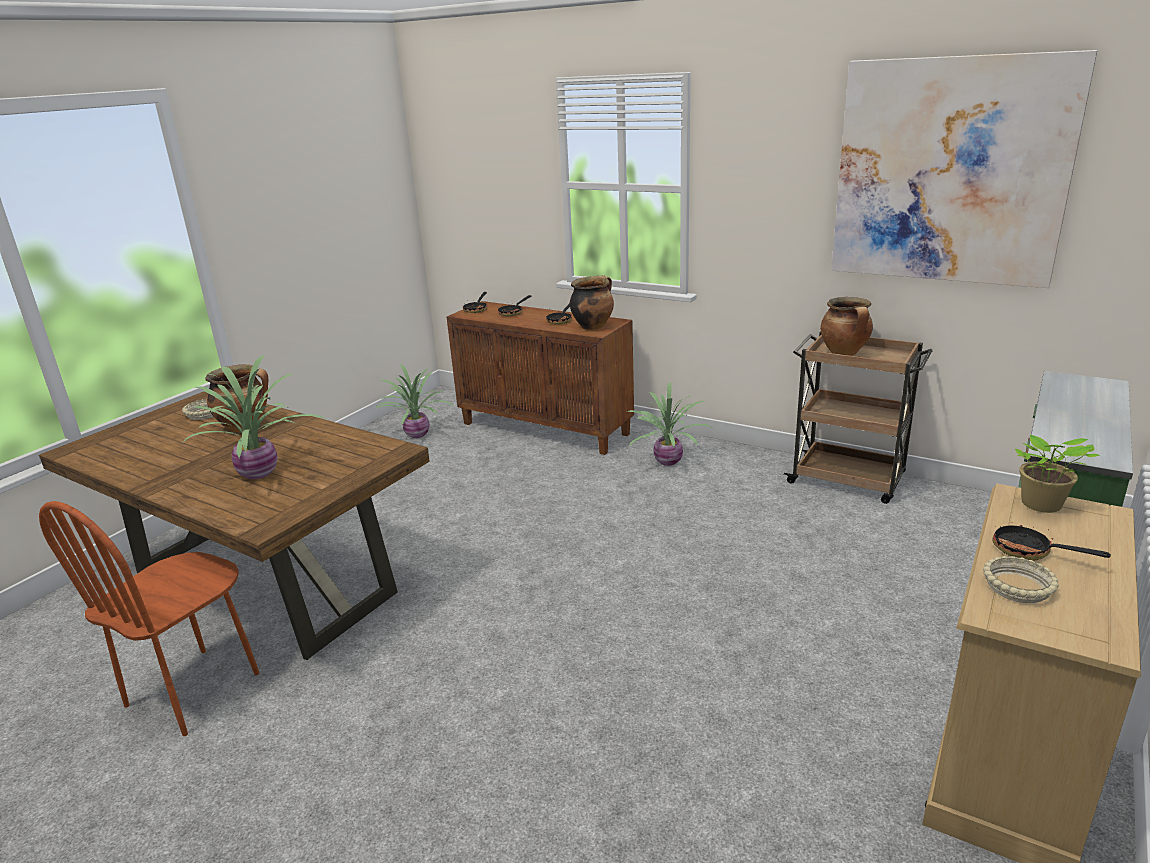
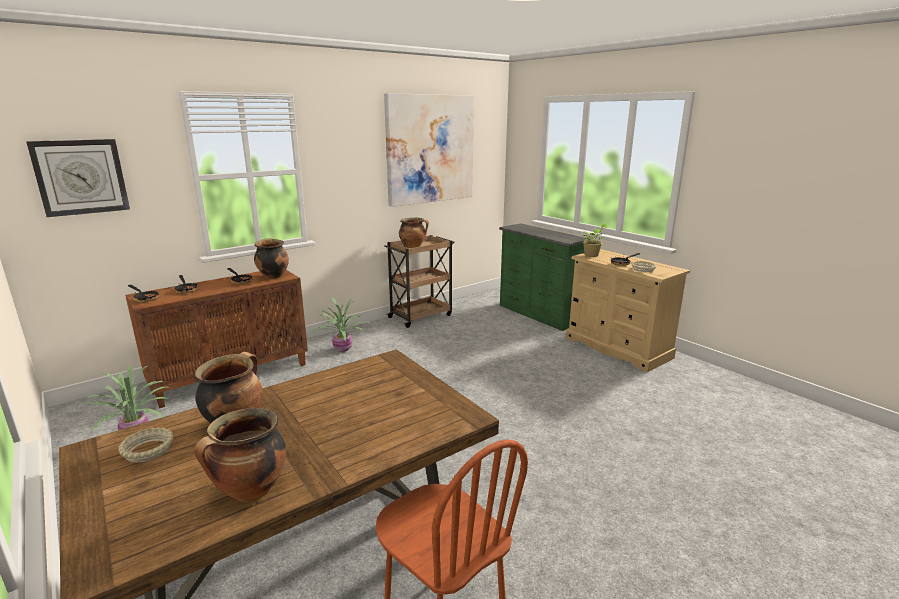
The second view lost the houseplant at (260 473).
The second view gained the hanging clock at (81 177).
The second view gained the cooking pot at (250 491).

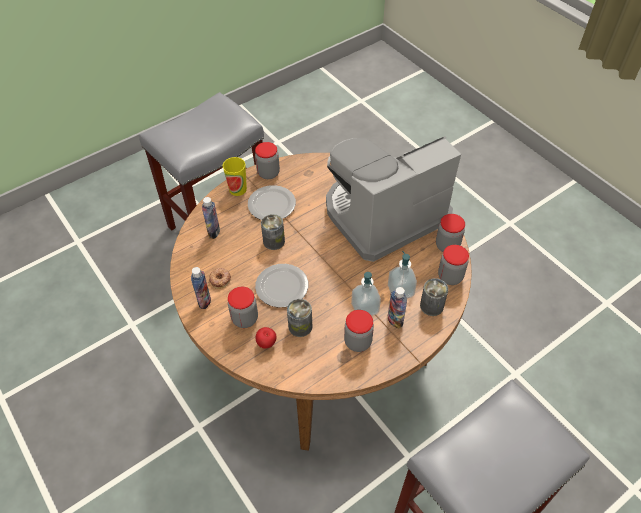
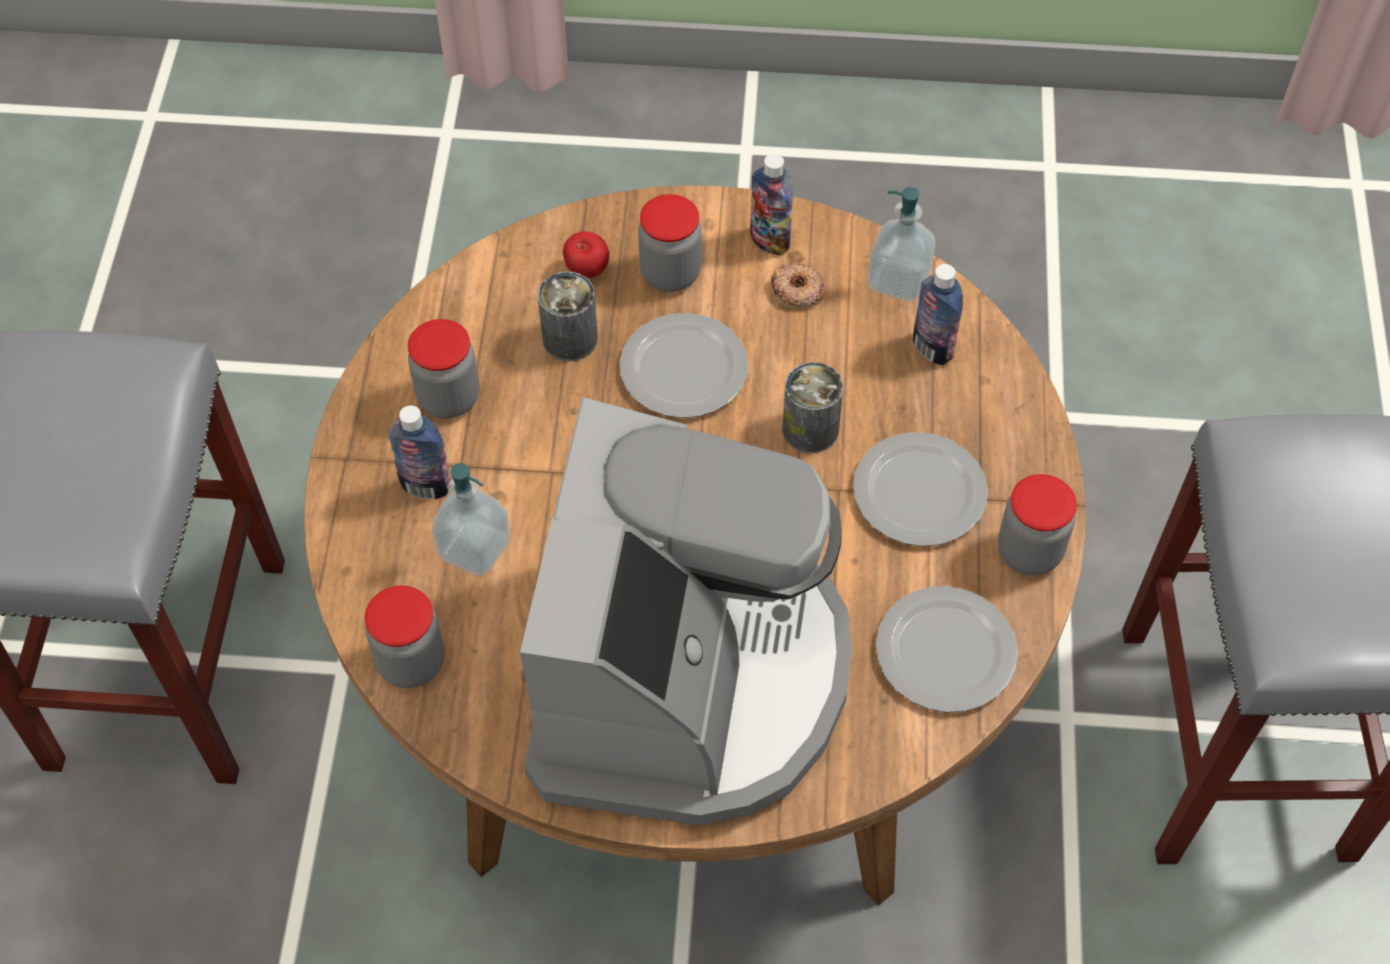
The second view lost the small cup at (237 189).
The liquid soap bottle ended up elsewhere, having gone from (365 308) to (898 280).
The second view lost the metal can at (431 306).
The second view lost the jar at (447 245).
The second view gained the flat dish at (948 651).

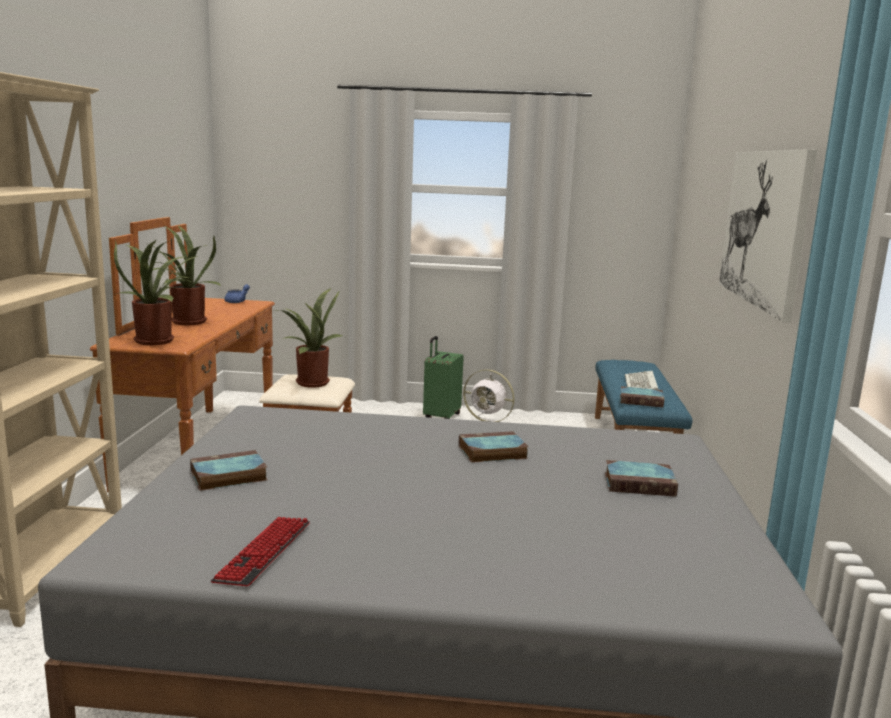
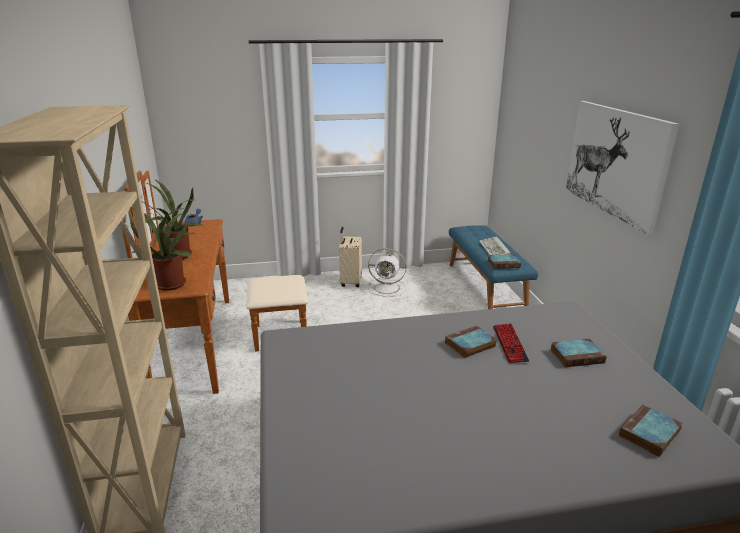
The volume ended up elsewhere, having gone from (227 476) to (649 434).
The PC keyboard ended up elsewhere, having gone from (264 552) to (510 344).
The second view lost the houseplant at (310 382).
What was the greenish travel case at (441 417) turned into the beige travel case at (350 282).

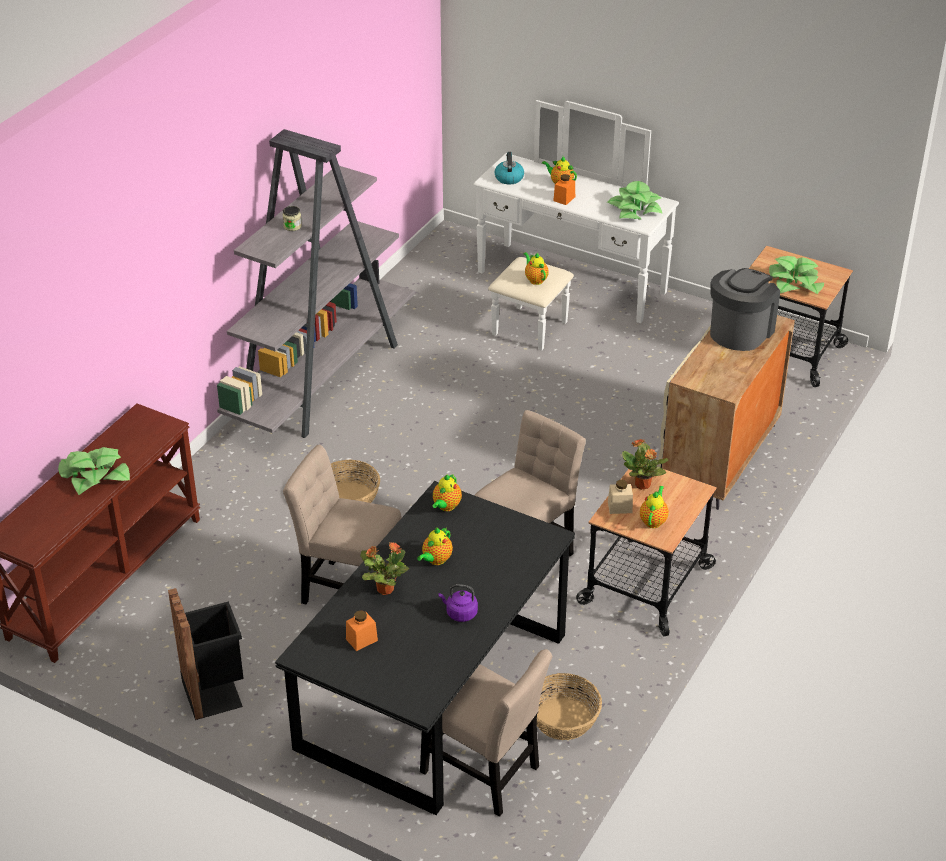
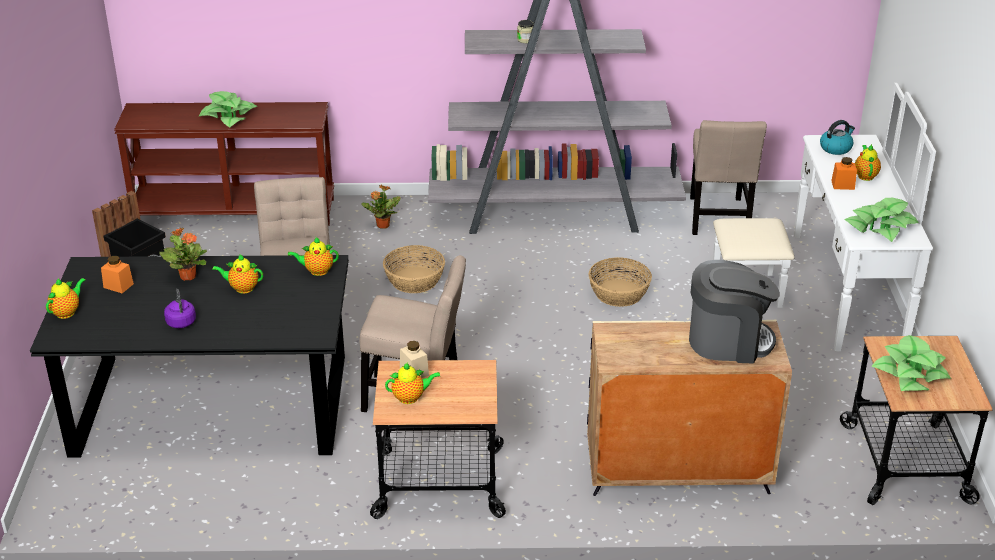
The beige chair ended up elsewhere, having gone from (484 773) to (718 219).
The tea pot ended up elsewhere, having gone from (535 279) to (67 312).
The storage basket ended up elsewhere, having gone from (563 719) to (618 293).
The houseplant ended up elsewhere, having gone from (643 485) to (382 225).

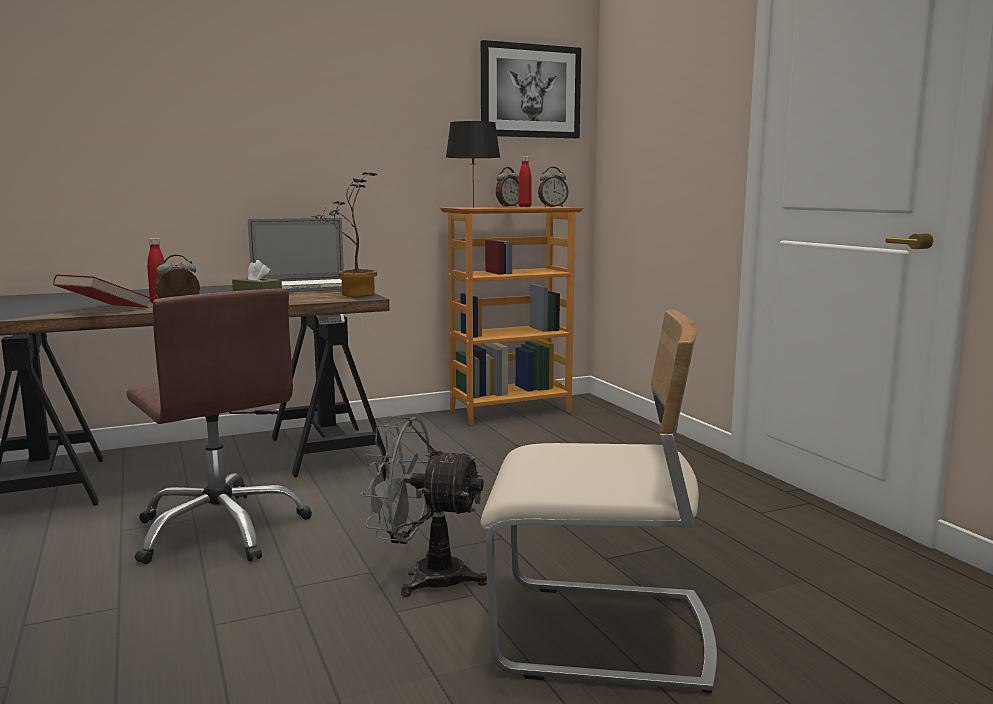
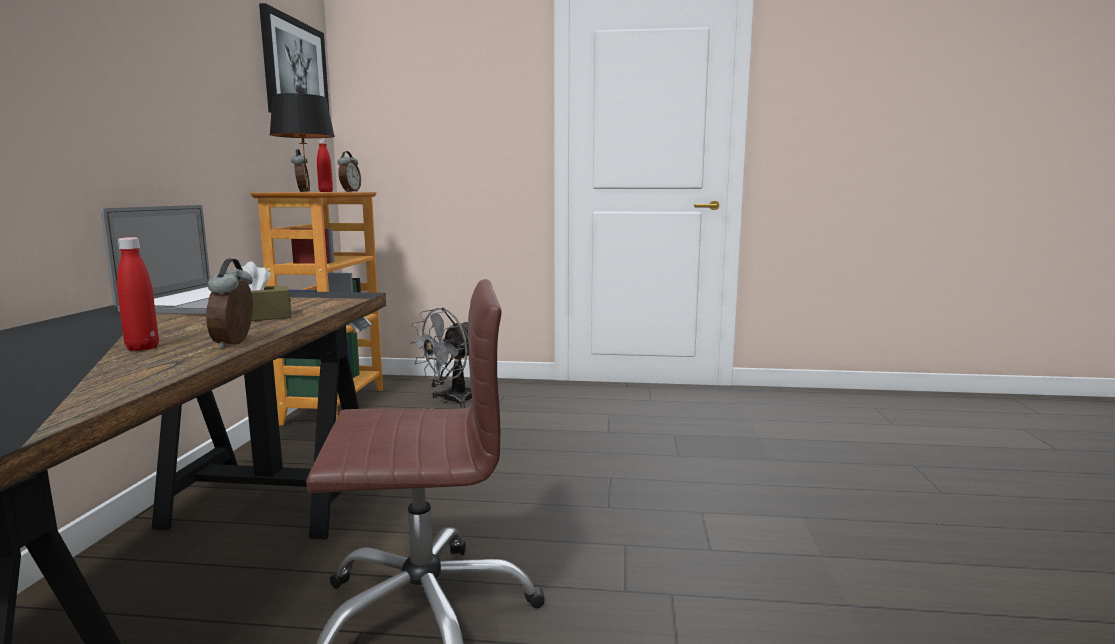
The second view lost the red-coloured volume at (104 310).
The second view lost the houseplant at (353 295).
The greyish cooling fan ended up elsewhere, having gone from (424 577) to (451 401).
The second view lost the beige chair at (601 635).

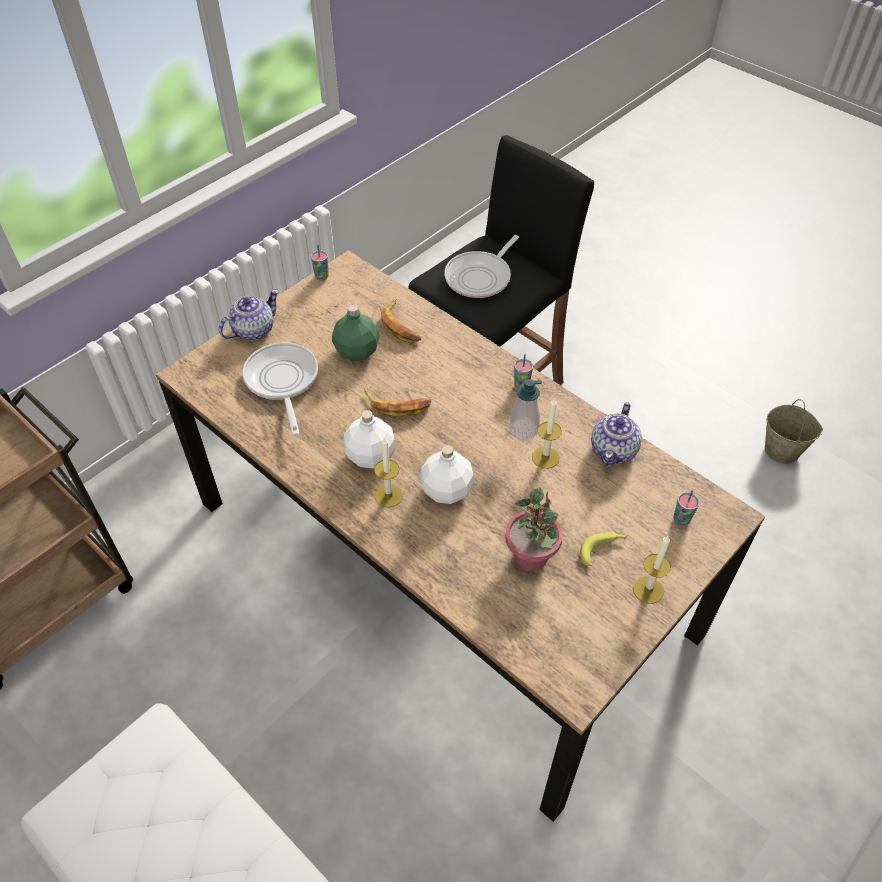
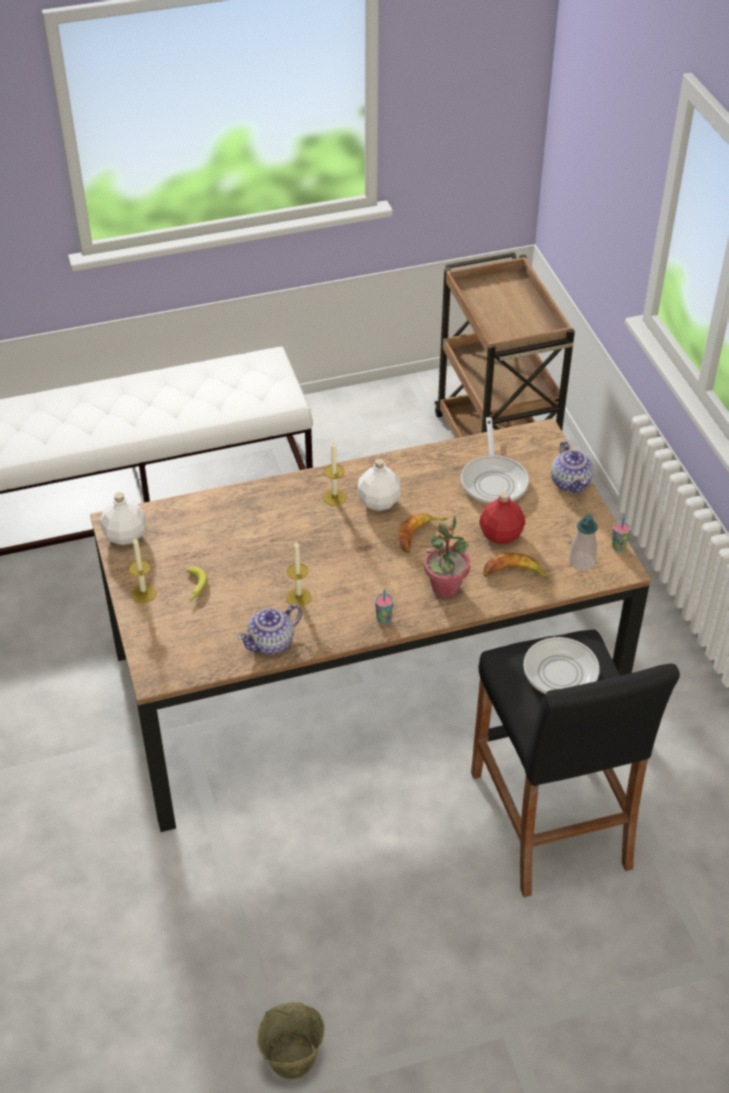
The frying pan at (282 382) ended up facing another way, 75 degrees clockwise from before.
What was the greenish beverage bottle at (356 351) turned into the red-coloured beverage bottle at (500 534).
The whitish beverage bottle ended up elsewhere, having gone from (447 491) to (124 535).
The houseplant ended up elsewhere, having gone from (531 557) to (445 587).
The liquid soap bottle ended up elsewhere, having gone from (524 429) to (581 561).
The tea pot at (614 450) ended up facing another way, 90 degrees counterclockwise from before.
The second view lost the small cup at (681 520).

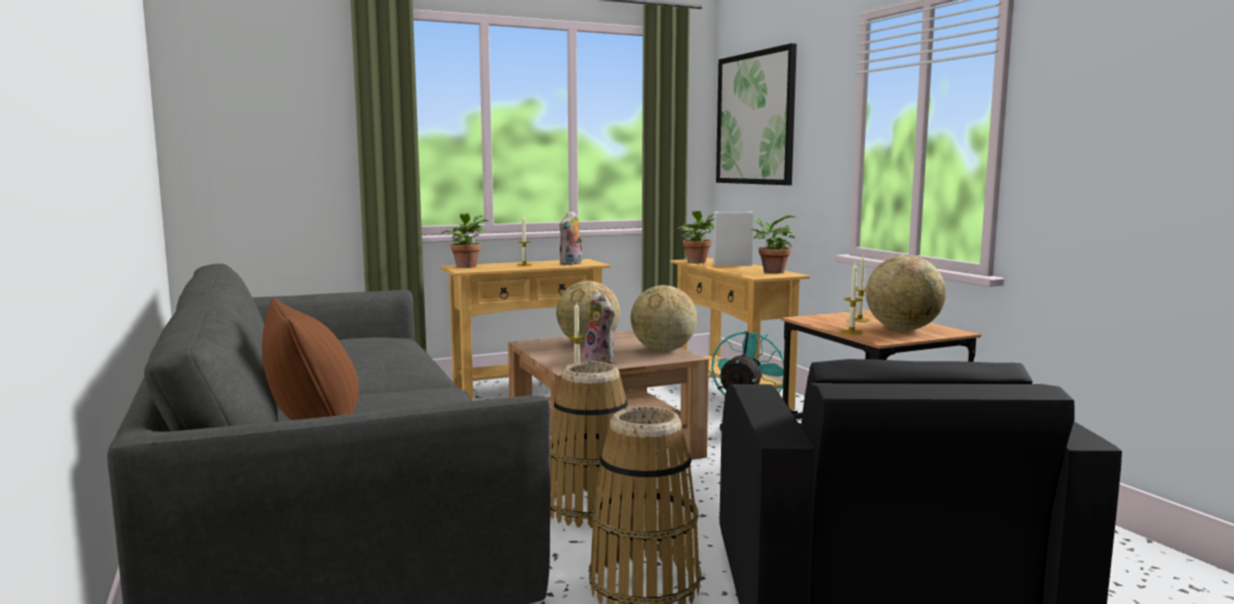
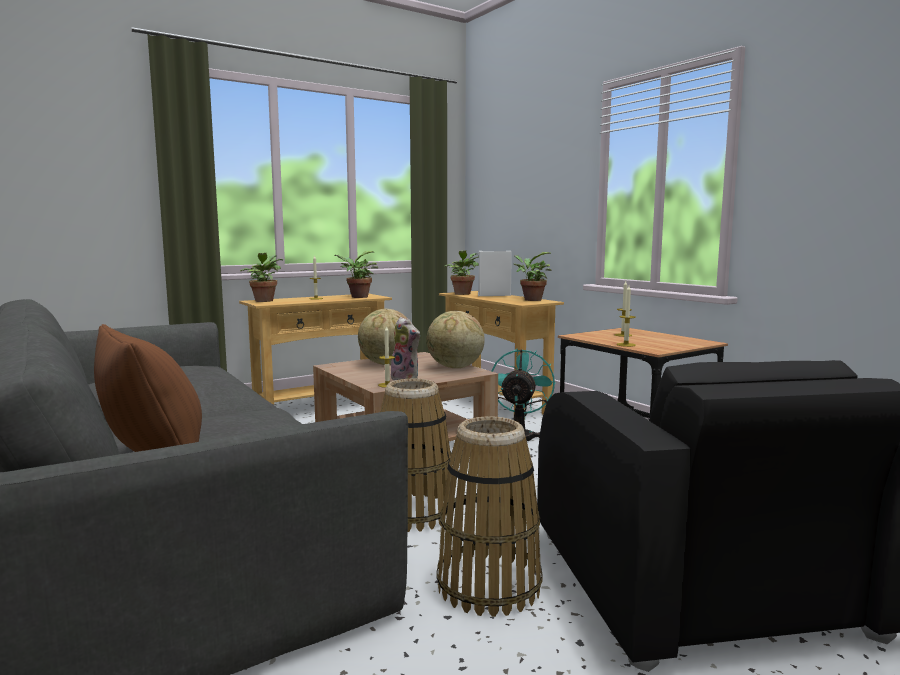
Where the plush toy stood at (571 263), the houseplant came to stand at (357 297).
The second view lost the wall art at (755 118).
The second view lost the desk globe at (903 329).

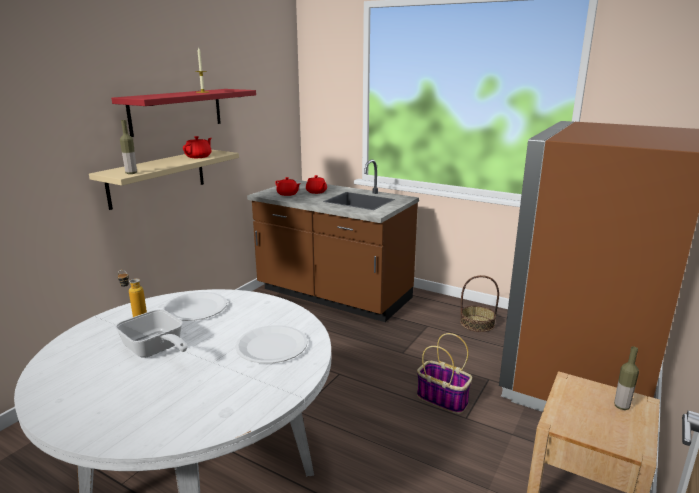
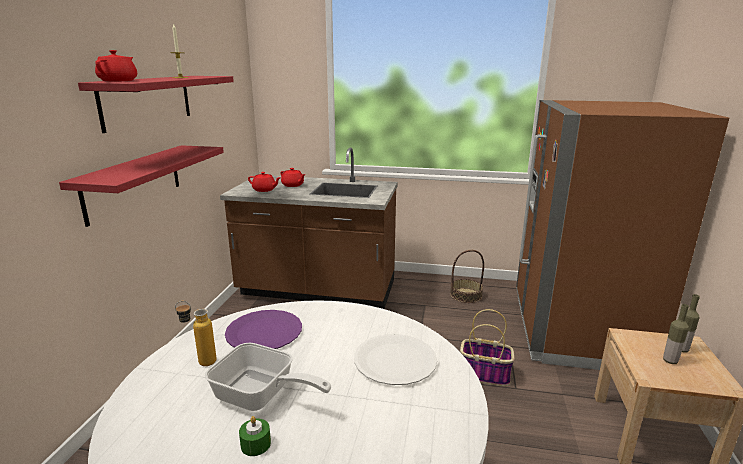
What was the beige bracket shelf at (157 178) turned into the red-coloured bracket shelf at (134 182).
The beverage bottle ended up elsewhere, having gone from (131 173) to (670 361).
What was the whitish flat dish at (195 308) turned into the purplish flat dish at (264 332).
The red-coloured tea pot ended up elsewhere, having gone from (199 157) to (119 81).
The second view gained the greenish wax candle at (255 444).

